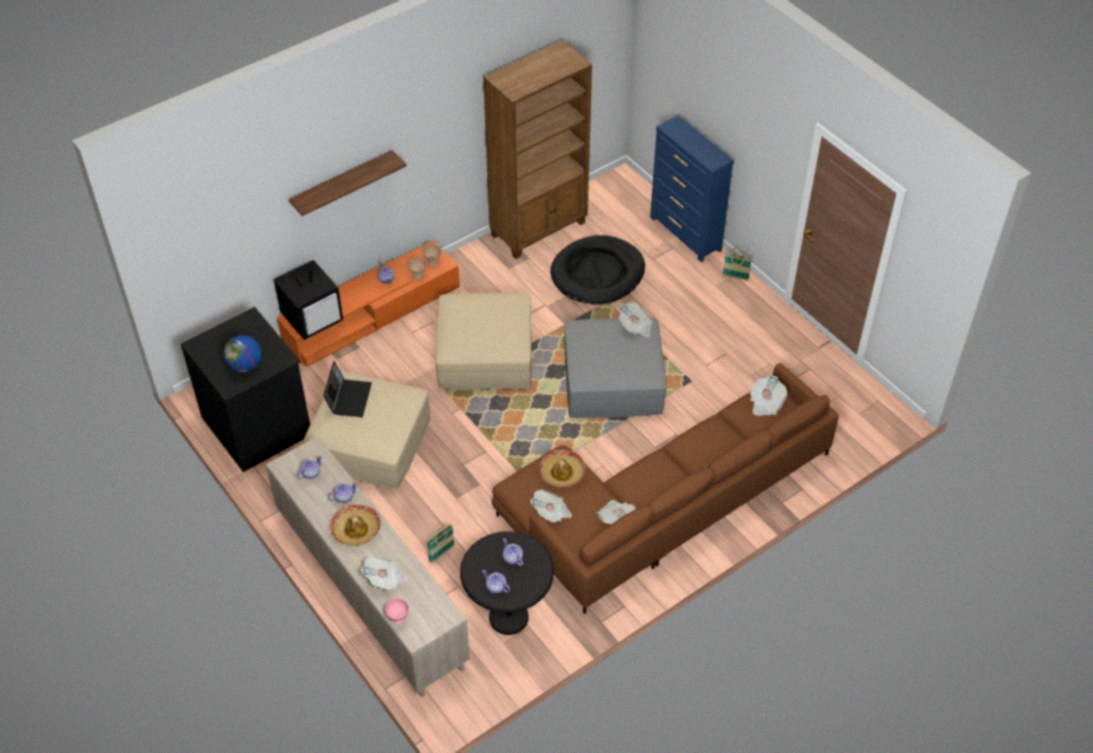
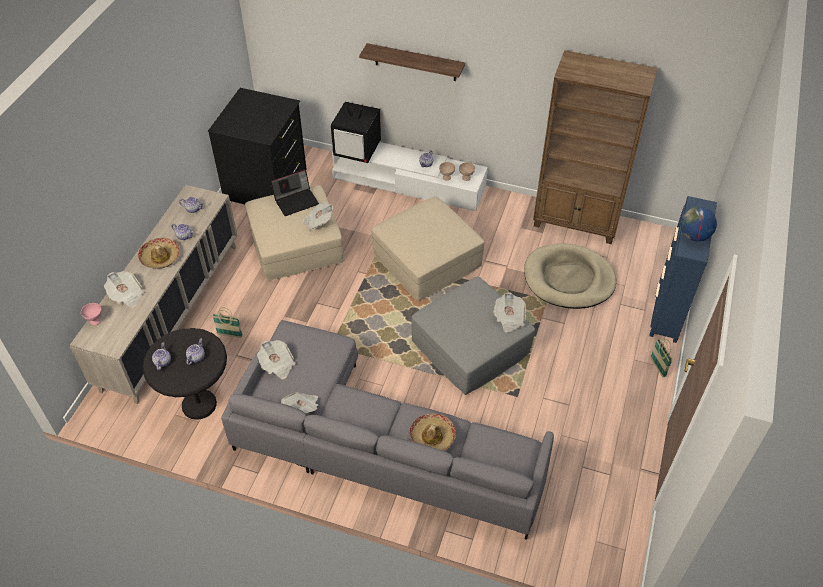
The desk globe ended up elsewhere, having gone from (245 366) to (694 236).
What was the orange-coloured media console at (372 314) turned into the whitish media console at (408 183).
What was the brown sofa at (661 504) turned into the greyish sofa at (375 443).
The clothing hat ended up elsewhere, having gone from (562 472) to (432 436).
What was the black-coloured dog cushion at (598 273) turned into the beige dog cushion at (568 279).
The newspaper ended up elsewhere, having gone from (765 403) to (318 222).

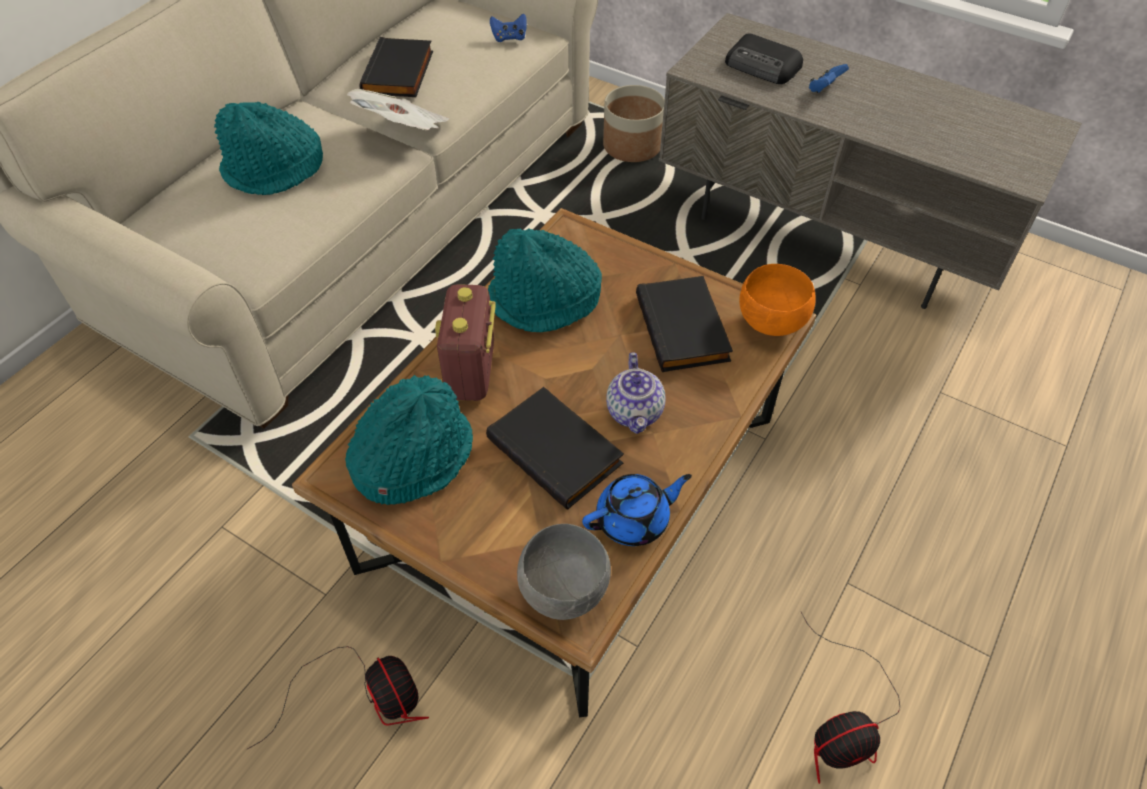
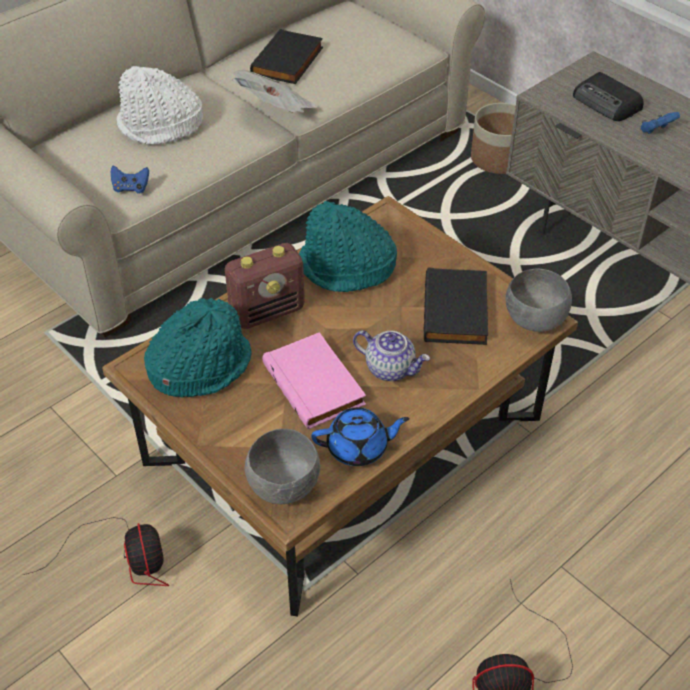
What was the turquoise clothing hat at (274 171) turned into the whitish clothing hat at (160 126).
The radio at (471 372) ended up facing another way, 135 degrees counterclockwise from before.
What was the black-coloured volume at (557 450) turned into the pinkish volume at (316 384).
The blue-coloured joypad ended up elsewhere, having gone from (509 38) to (131 188).
The tea pot at (635 412) ended up facing another way, 75 degrees counterclockwise from before.
What was the orange-coloured serving bowl at (771 323) turned into the greyish serving bowl at (534 321).

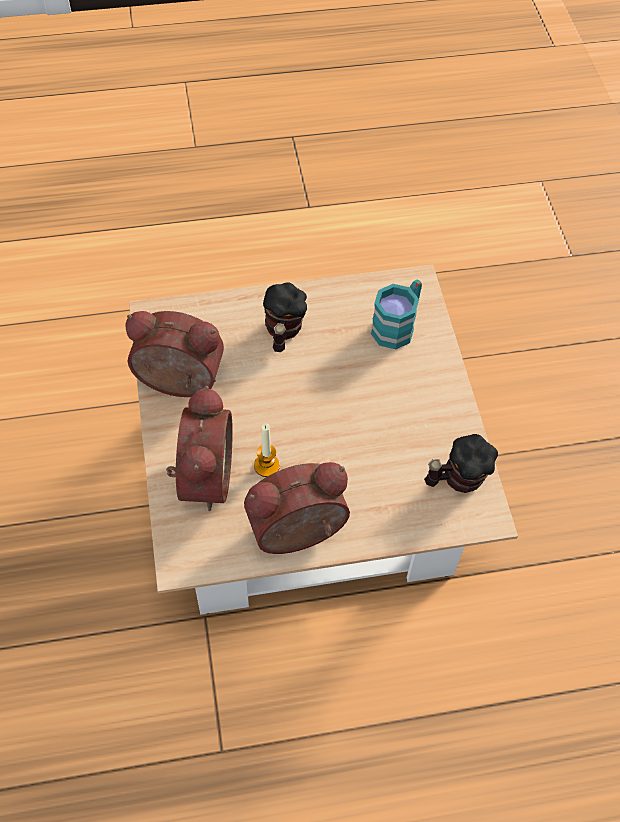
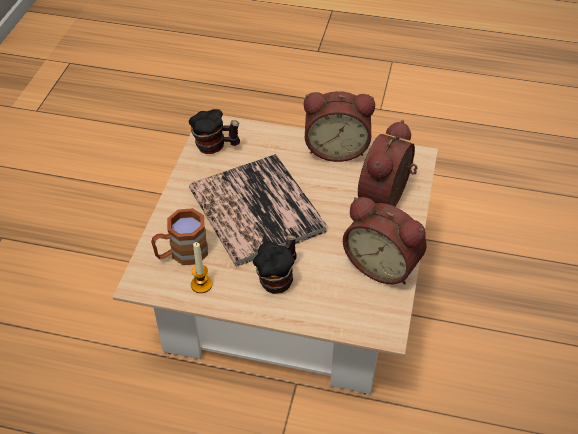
The wax candle ended up elsewhere, having gone from (266 465) to (201 284).
What was the turquoise tea mug at (397 325) turned into the brown tea mug at (181 254).
The second view gained the volume at (256 210).

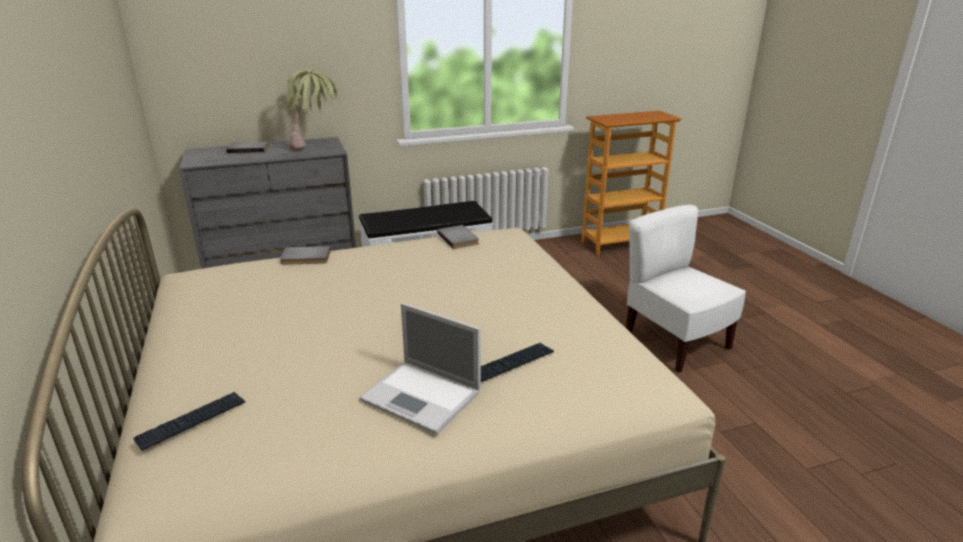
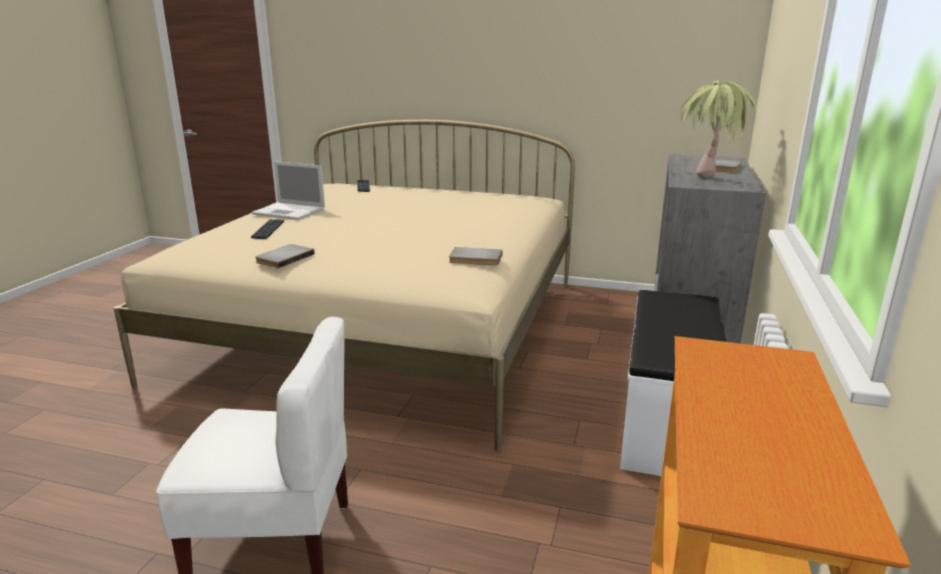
The greyish volume ended up elsewhere, having gone from (305 258) to (283 258).
The portable computer at (423 396) ended up facing another way, 135 degrees counterclockwise from before.

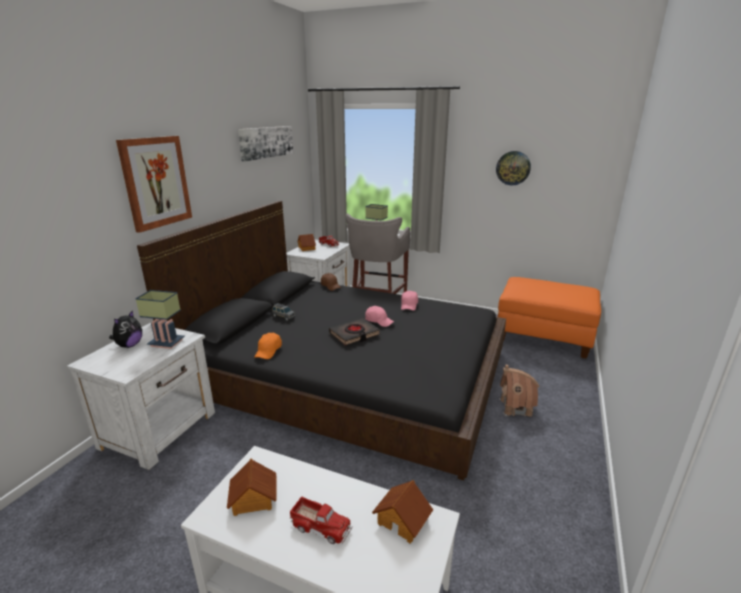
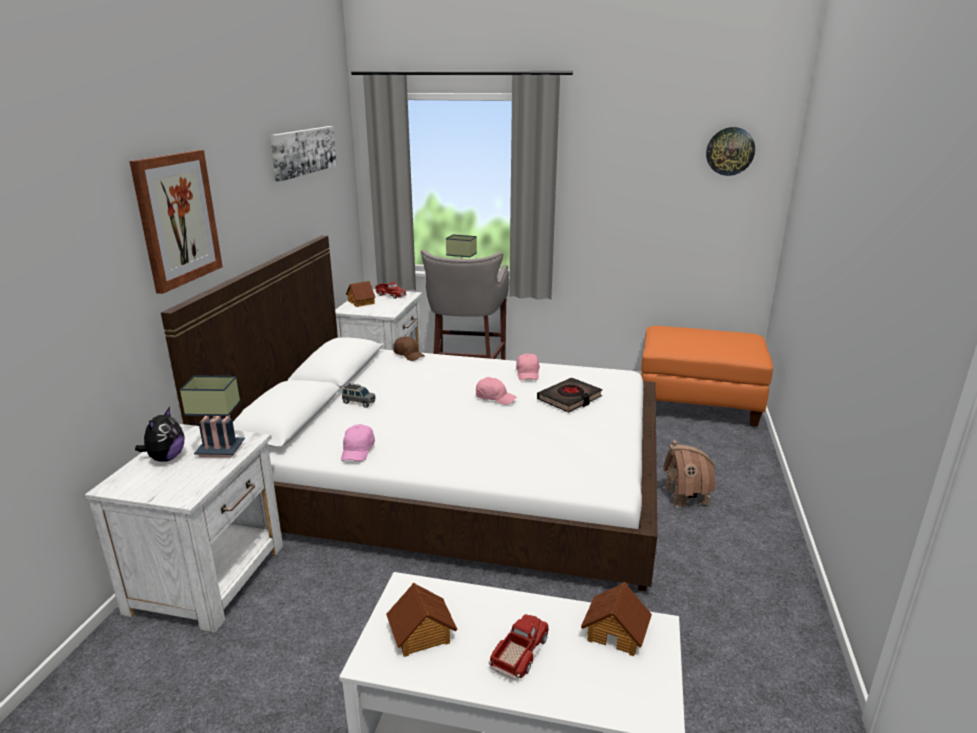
What was the black-coloured bed at (348 371) turned into the whitish bed at (454 471).
What was the orange-coloured cap at (268 351) turned into the pinkish cap at (358 451).
The model truck at (321 526) ended up facing another way, 75 degrees counterclockwise from before.
The black-coloured volume ended up elsewhere, having gone from (354 335) to (569 399).
The hanging clock ended up elsewhere, having gone from (513 168) to (730 151).

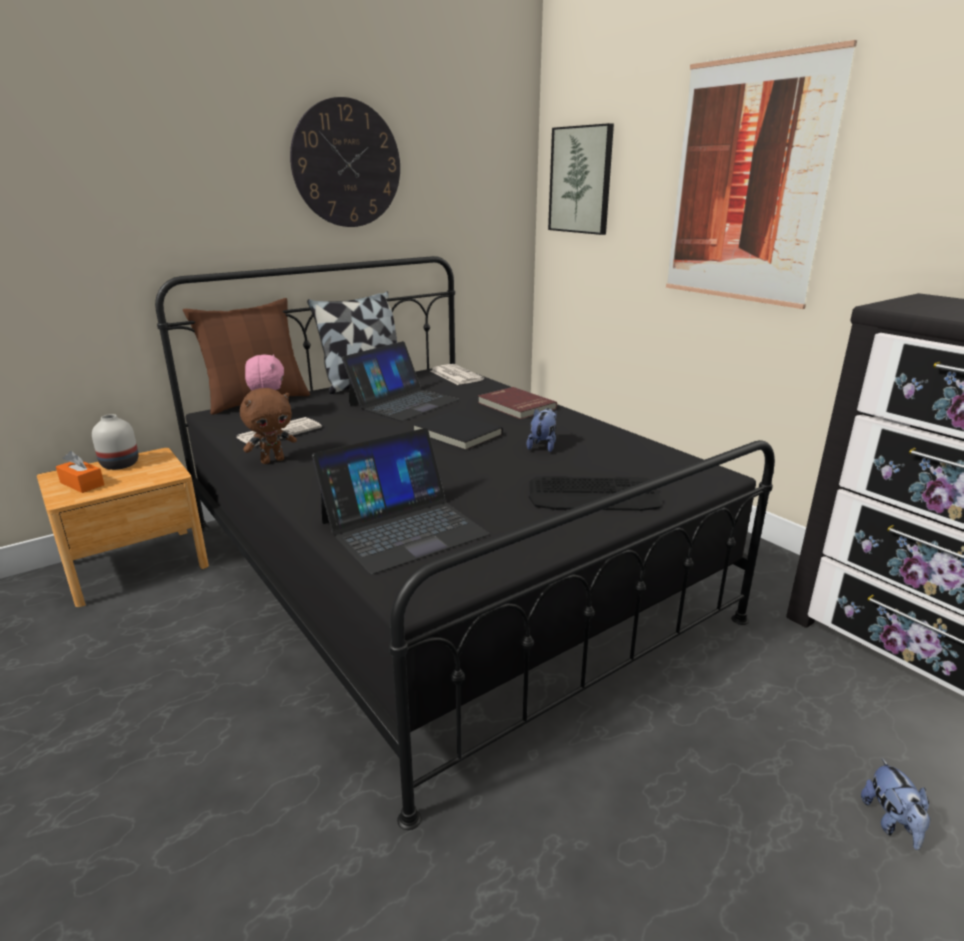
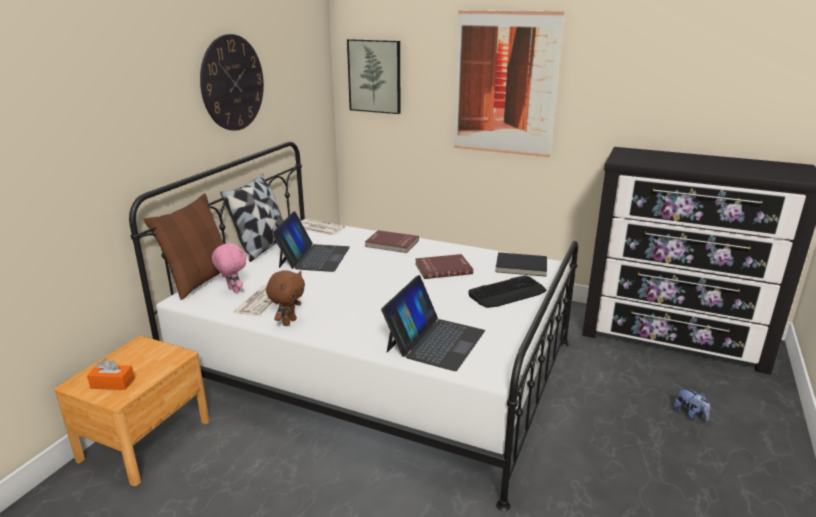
The second view lost the whitish flower vase at (120 464).
What was the black-coloured bed at (440 569) turned into the whitish bed at (379 368).
The black-coloured volume ended up elsewhere, having gone from (456 434) to (521 267).
Where the plush toy stood at (543 446), the red-coloured volume came to stand at (443 268).

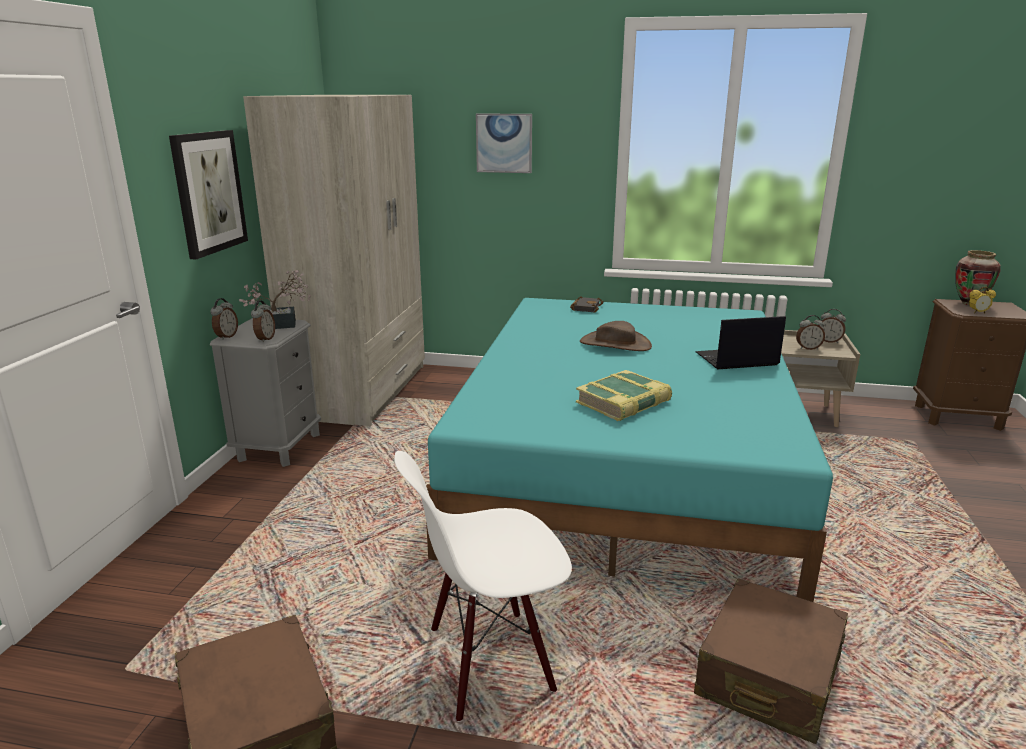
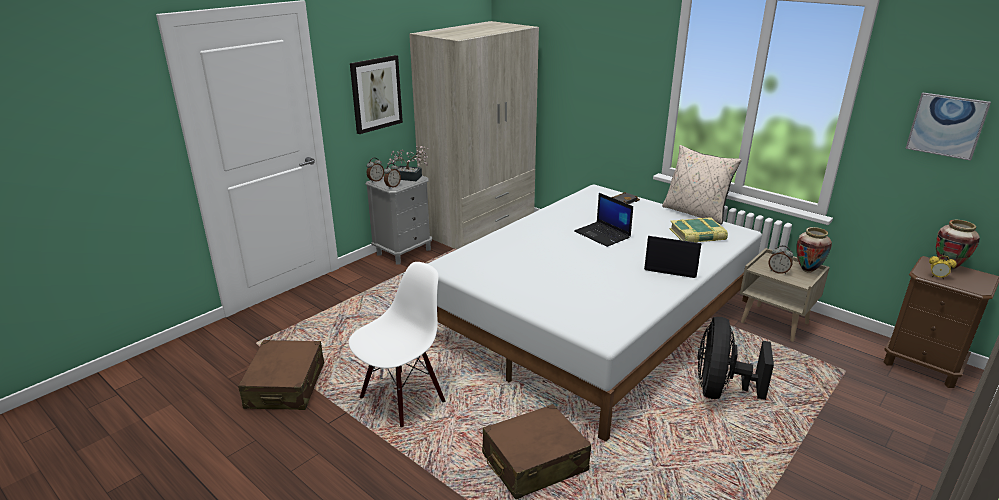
The whitish chair at (489 661) ended up facing another way, 120 degrees clockwise from before.
What was the turquoise bed at (625 462) turned into the whitish bed at (594 319).
The wall art ended up elsewhere, having gone from (504 143) to (946 125).
The volume ended up elsewhere, having gone from (624 403) to (697 235).
Where the brown clothing hat stood at (615 344), the portable computer came to stand at (603 234).
Where the table clock stood at (829 341), the flower vase came to stand at (807 270).
The second view gained the beige pillow at (695 213).
The second view gained the black-coloured cooling fan at (721 390).

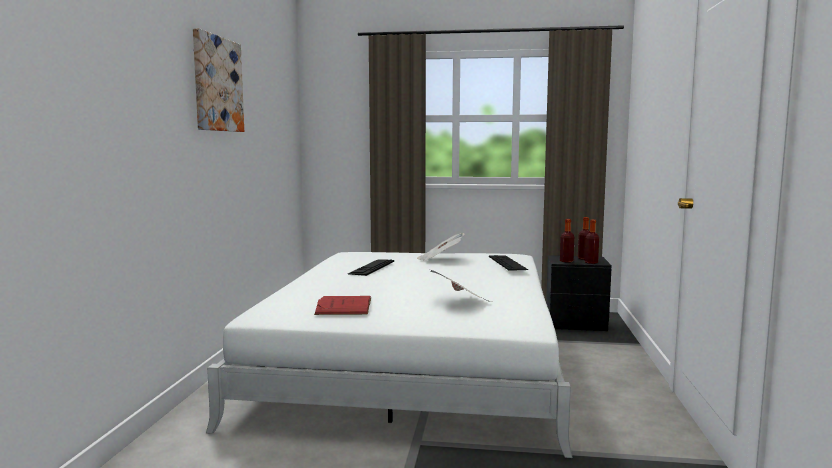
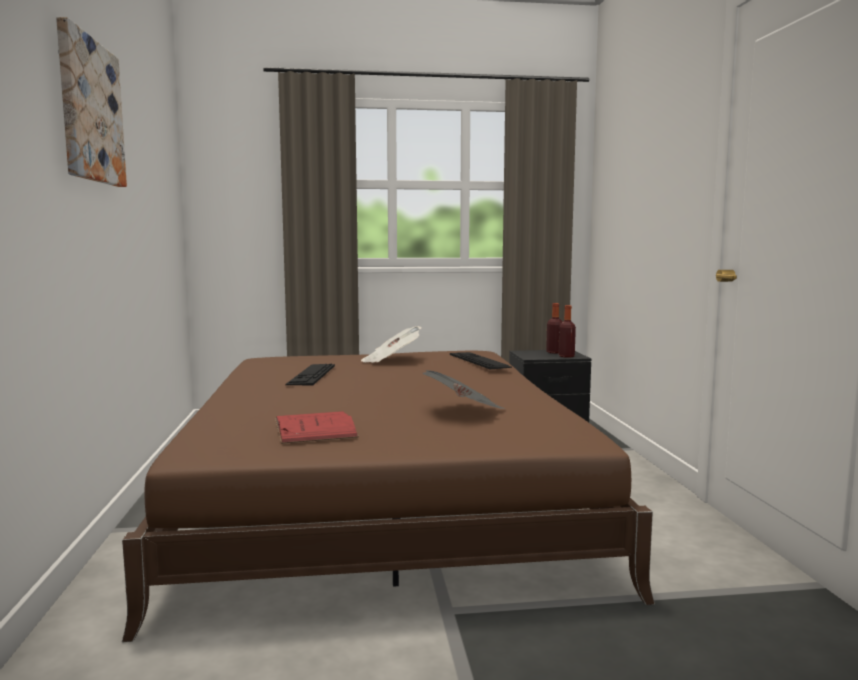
What was the whitish bed at (414 360) turned into the brown bed at (381 493).
The second view lost the beverage bottle at (566 261).

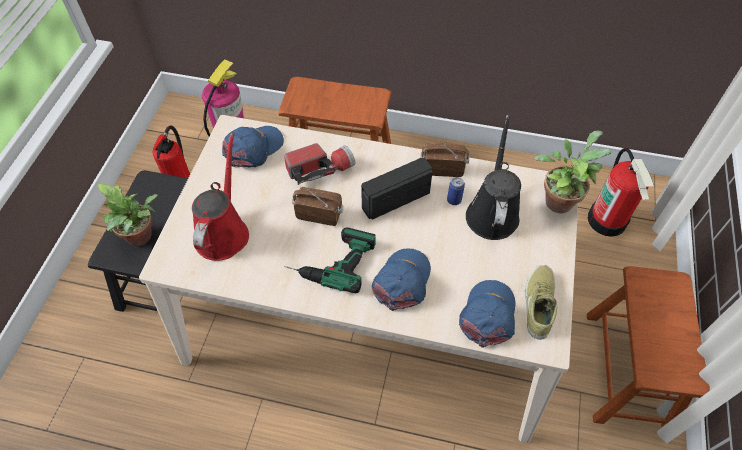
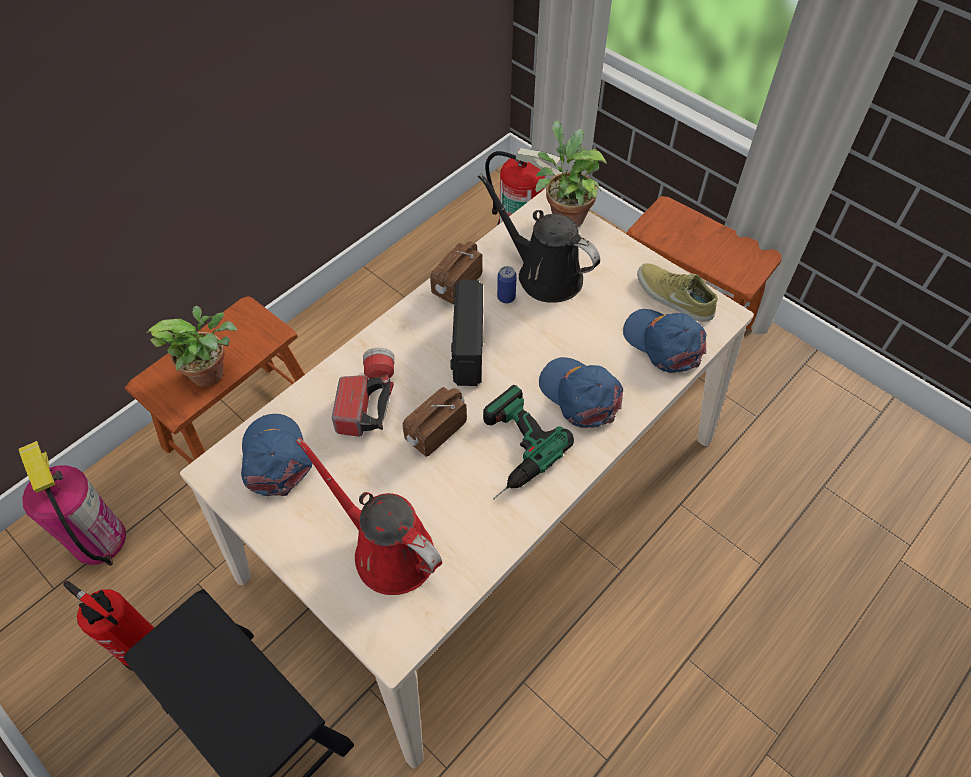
The houseplant ended up elsewhere, having gone from (142 238) to (212 373).

